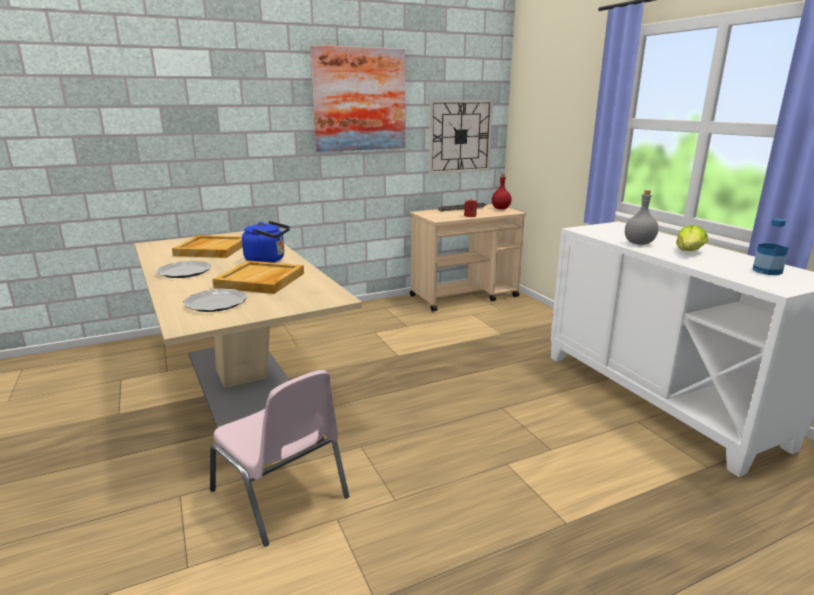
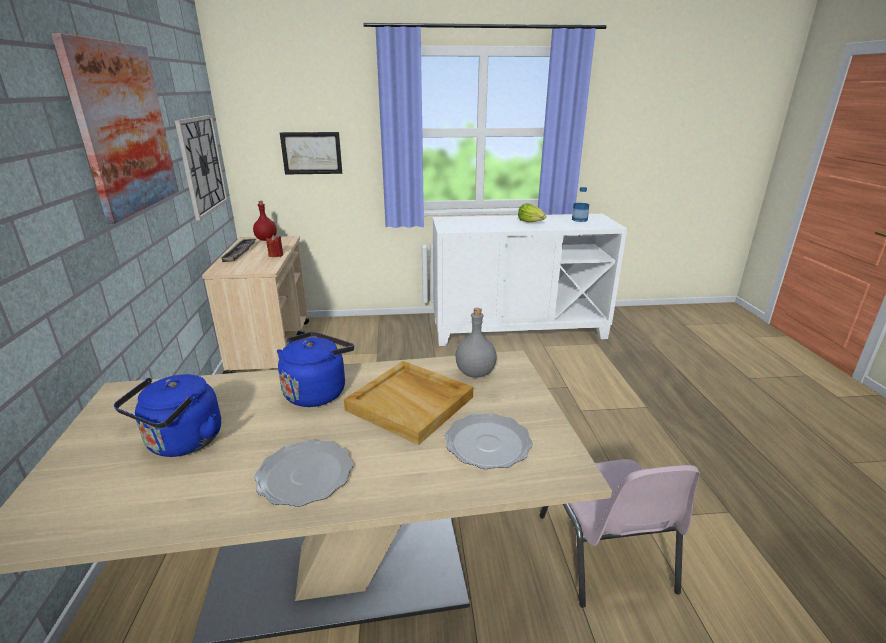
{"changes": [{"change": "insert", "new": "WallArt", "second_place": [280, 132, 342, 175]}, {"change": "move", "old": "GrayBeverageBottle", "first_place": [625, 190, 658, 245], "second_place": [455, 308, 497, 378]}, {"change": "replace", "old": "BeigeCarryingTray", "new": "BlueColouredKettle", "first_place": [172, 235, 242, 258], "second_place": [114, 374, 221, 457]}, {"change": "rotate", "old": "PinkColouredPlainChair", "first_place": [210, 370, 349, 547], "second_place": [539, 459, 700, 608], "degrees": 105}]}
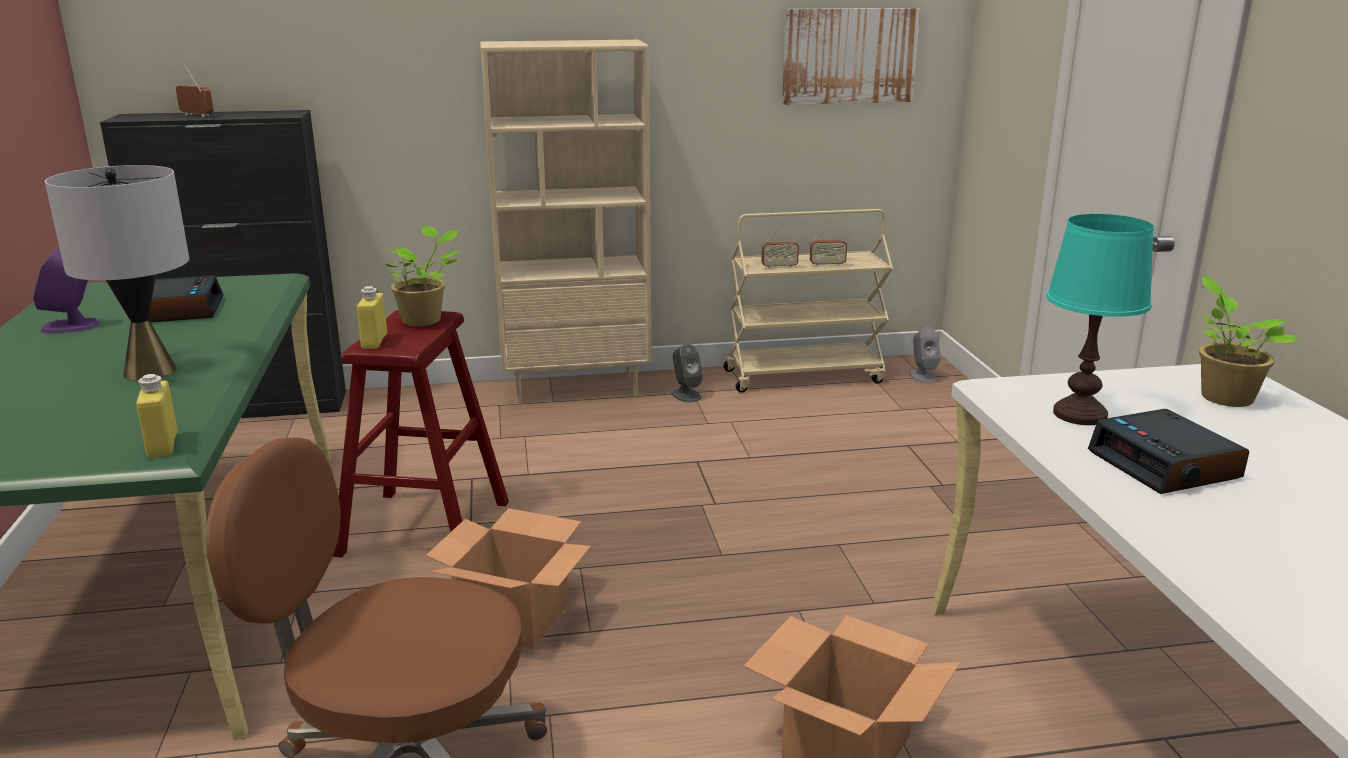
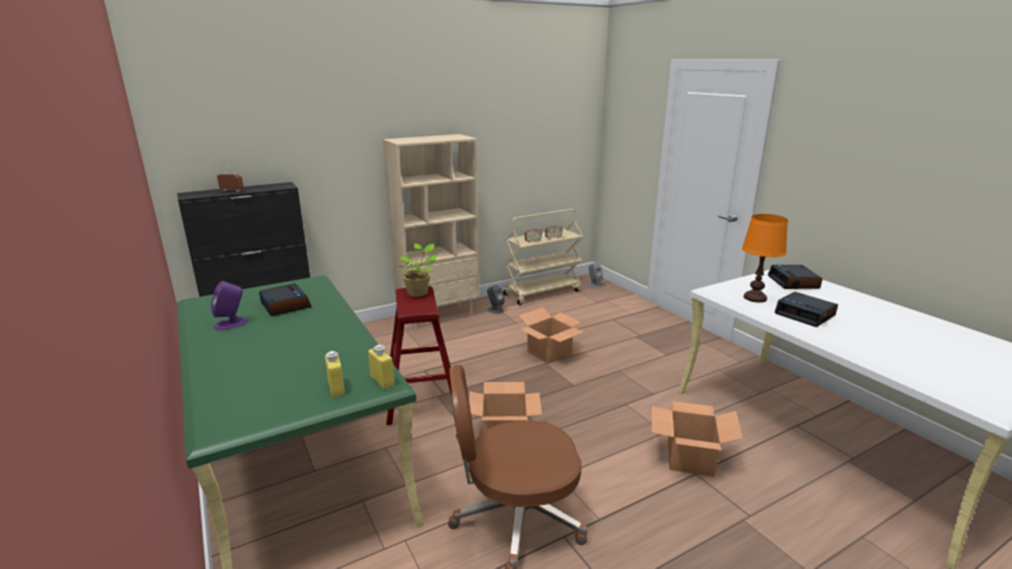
{"changes": [{"change": "delete", "old": "GrayLampForATable", "first_place": [45, 165, 189, 381]}, {"change": "delete", "old": "WallArt", "first_place": [782, 8, 921, 105]}, {"change": "insert", "new": "PackingBox", "second_place": [519, 307, 584, 364]}, {"change": "move", "old": "YellowBeverageBottle", "first_place": [357, 286, 387, 349], "second_place": [325, 351, 345, 397]}, {"change": "replace", "old": "PottedPlant", "new": "AlarmClock", "first_place": [1199, 275, 1299, 407], "second_place": [768, 265, 822, 289]}, {"change": "recolor", "old": "TurquoiseLampForATable", "new": "OrangeColouredLampForATable", "first_place": [1046, 214, 1154, 425], "second_place": [742, 214, 788, 303]}]}
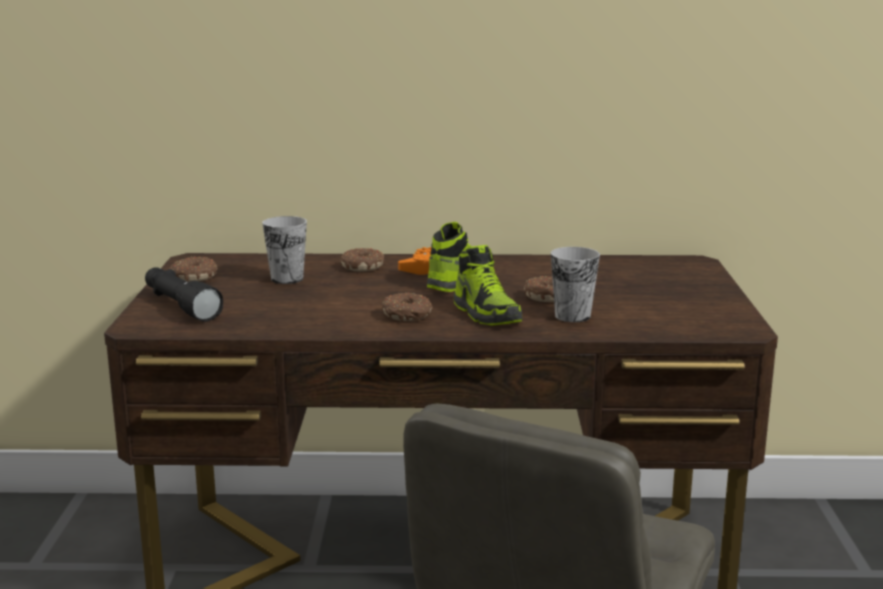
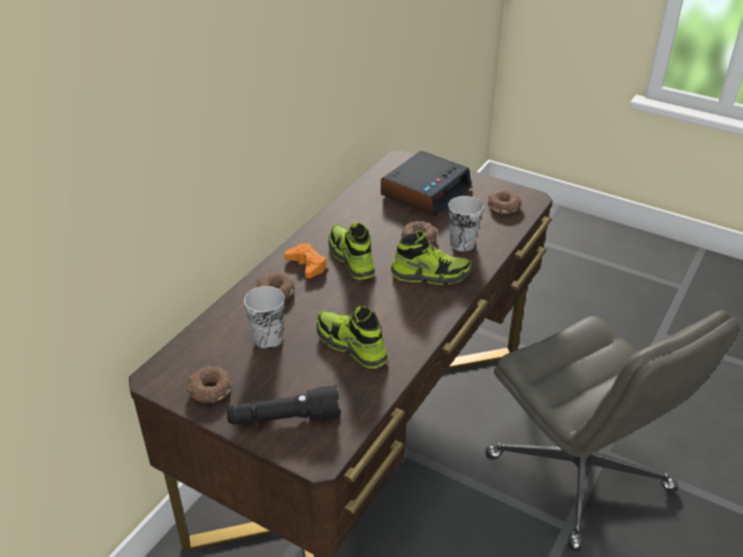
{"changes": [{"change": "insert", "new": "ItemOfFootwear", "second_place": [317, 306, 388, 369]}, {"change": "insert", "new": "AlarmClock", "second_place": [381, 151, 471, 216]}, {"change": "move", "old": "Donut", "first_place": [382, 292, 433, 321], "second_place": [488, 190, 523, 214]}]}
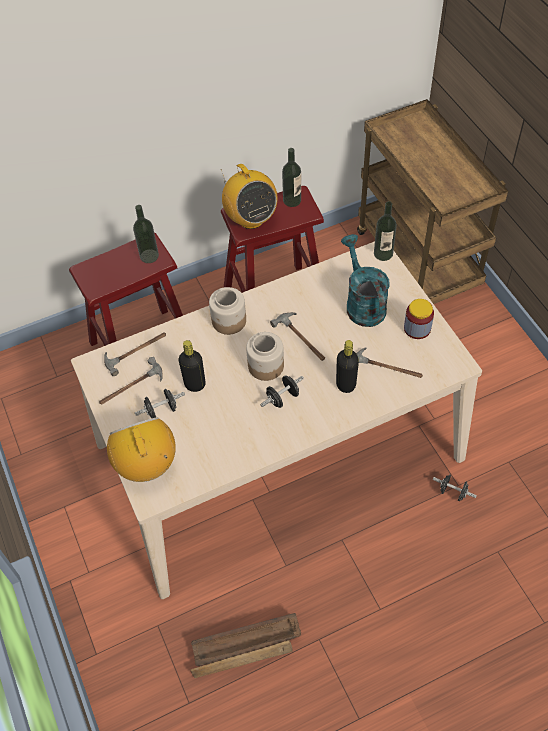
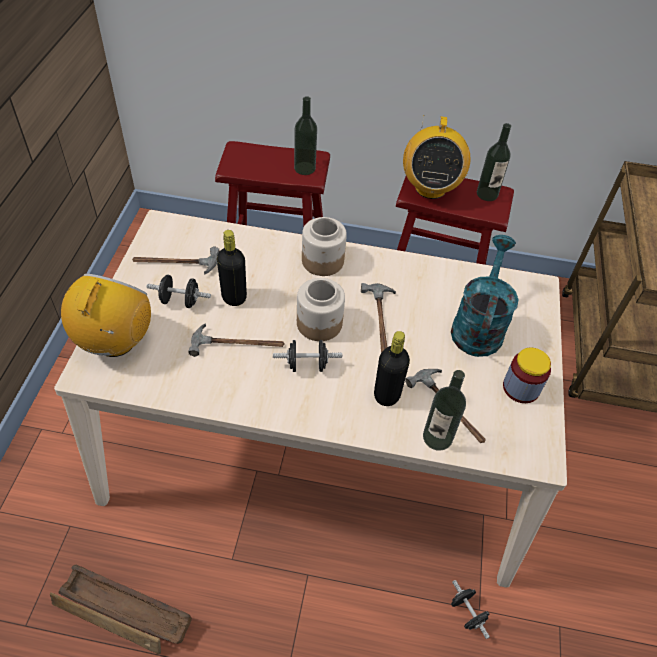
{"changes": [{"change": "move", "old": "ToolHammer", "first_place": [104, 332, 166, 376], "second_place": [188, 324, 285, 357]}, {"change": "move", "old": "BeverageBottle", "first_place": [374, 201, 397, 261], "second_place": [423, 370, 466, 451]}]}
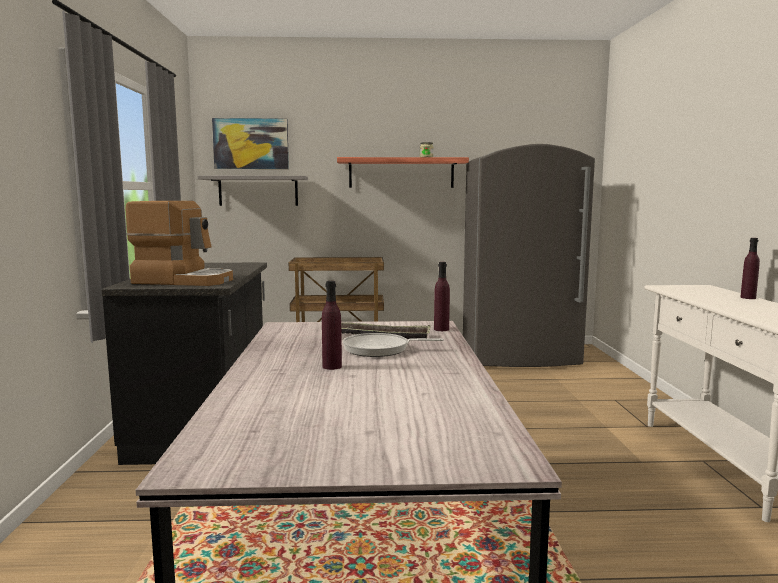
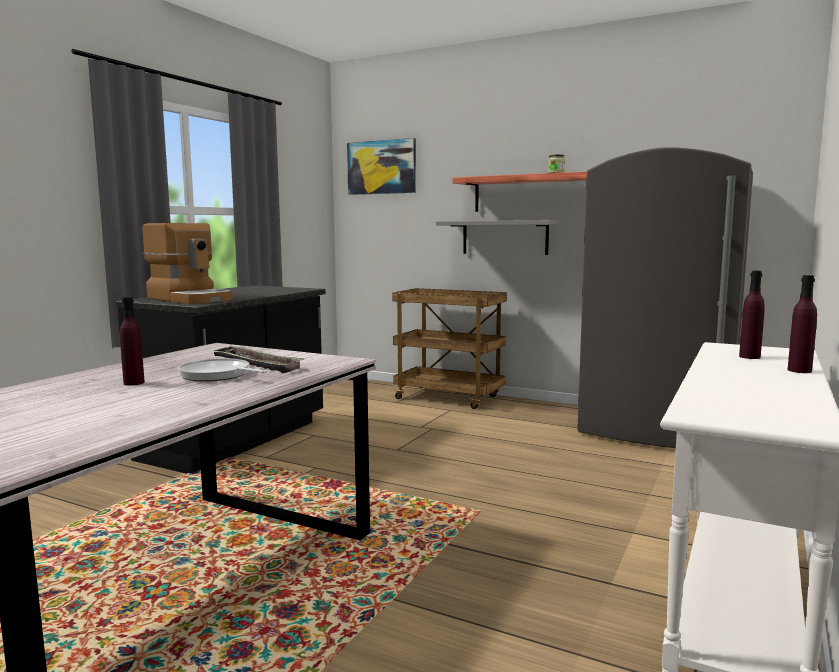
{"changes": [{"change": "move", "old": "GrayShelf", "first_place": [197, 176, 308, 206], "second_place": [436, 220, 562, 255]}, {"change": "move", "old": "PurplishBeverageBottle", "first_place": [434, 262, 450, 331], "second_place": [739, 271, 765, 359]}]}
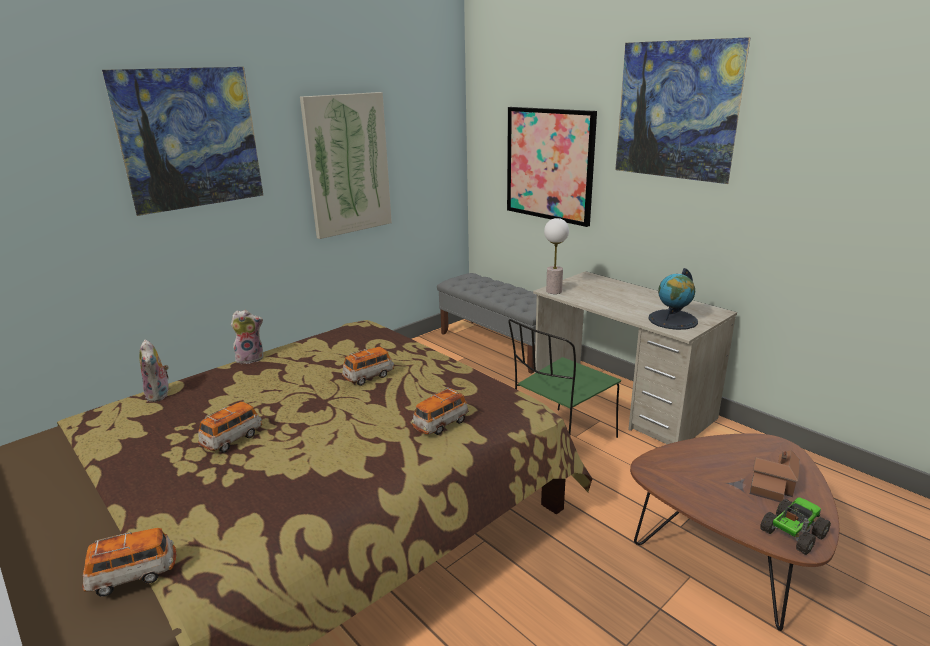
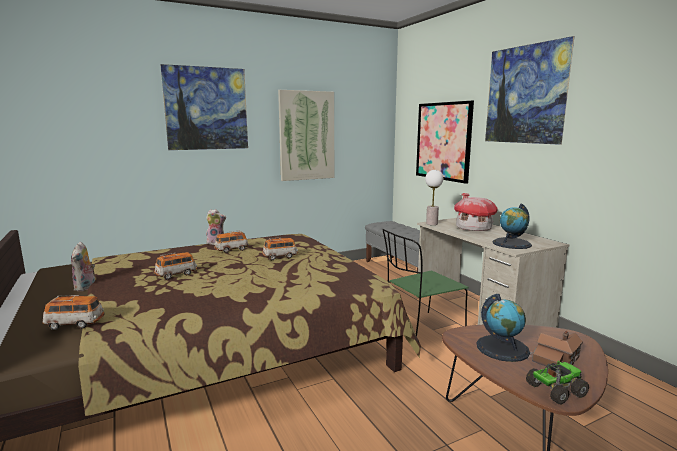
{"changes": [{"change": "insert", "new": "ModelHouse", "second_place": [454, 193, 498, 231]}, {"change": "insert", "new": "DeskGlobe", "second_place": [477, 294, 530, 362]}, {"change": "move", "old": "SoftToy", "first_place": [139, 339, 169, 402], "second_place": [71, 242, 95, 291]}, {"change": "move", "old": "ModelCar", "first_place": [412, 387, 469, 435], "second_place": [214, 230, 249, 253]}]}
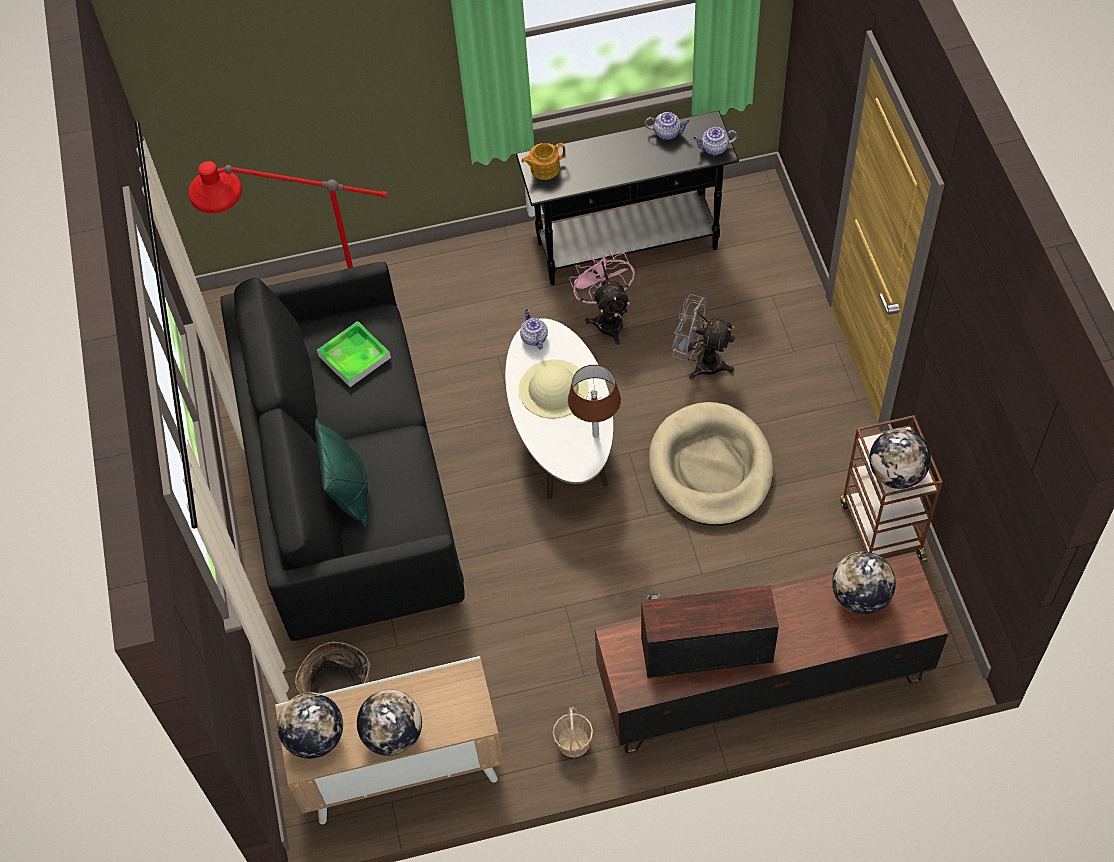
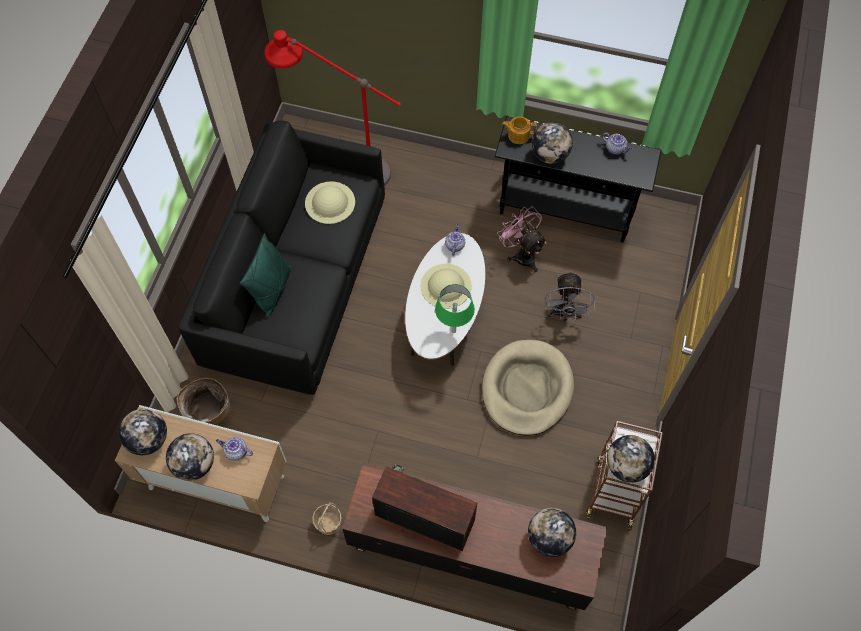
{"changes": [{"change": "insert", "new": "DeskGlobe", "second_place": [532, 122, 573, 164]}, {"change": "move", "old": "Teapot", "first_place": [693, 127, 737, 155], "second_place": [216, 437, 253, 461]}, {"change": "replace", "old": "CarryingTray", "new": "BeigeClothingHat", "first_place": [317, 321, 391, 387], "second_place": [305, 181, 355, 224]}, {"change": "recolor", "old": "BrownishLampForATable", "new": "GreenLampForATable", "first_place": [568, 365, 621, 437], "second_place": [435, 284, 475, 333]}, {"change": "rotate", "old": "PinkColouredElectricFan", "first_place": [569, 250, 635, 345], "second_place": [497, 207, 547, 272], "degrees": -45}, {"change": "rotate", "old": "GrayElectricFan", "first_place": [671, 294, 735, 380], "second_place": [545, 271, 595, 321], "degrees": -135}]}
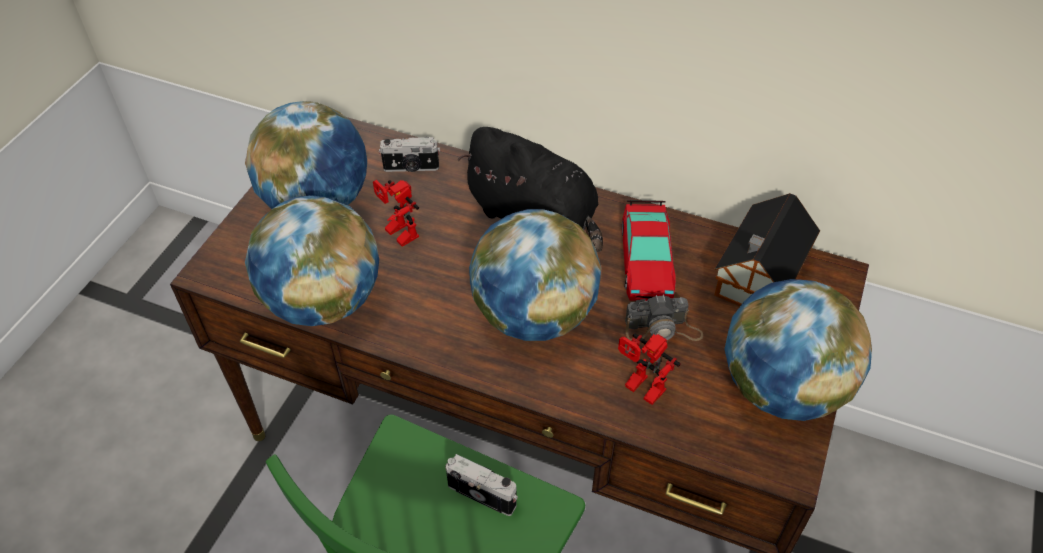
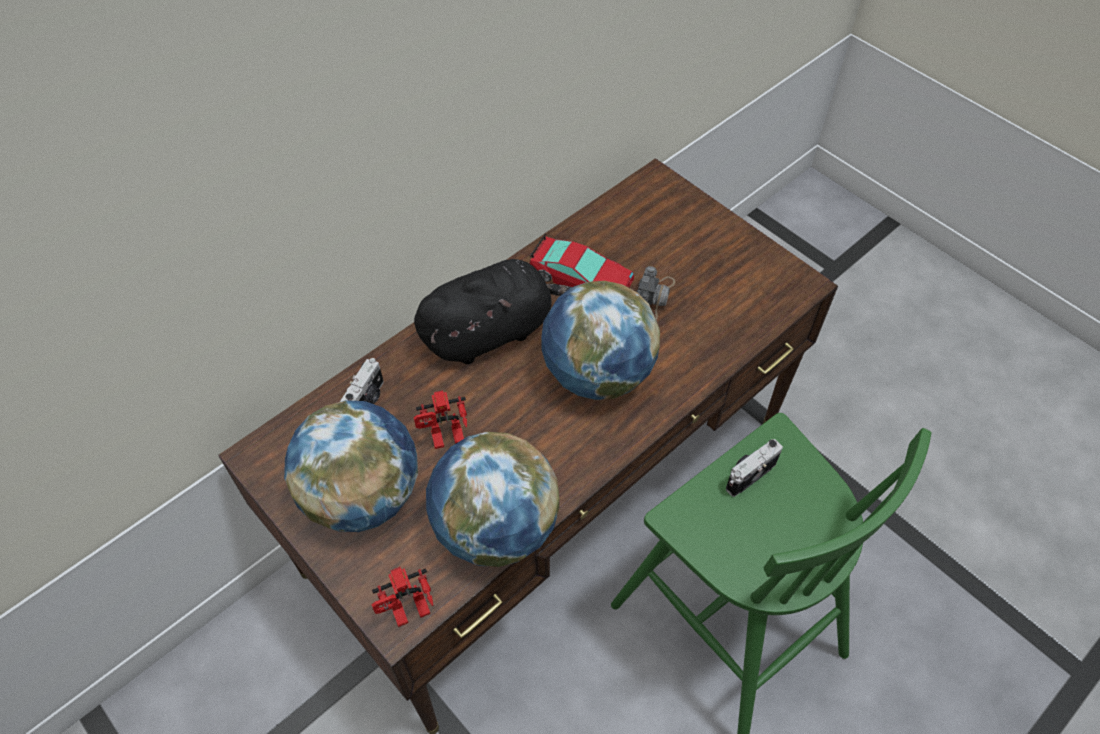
{"changes": [{"change": "delete", "old": "ModelHouse", "first_place": [714, 193, 820, 306]}, {"change": "delete", "old": "DeskGlobe", "first_place": [725, 279, 872, 421]}, {"change": "move", "old": "RobotFigure", "first_place": [618, 333, 681, 405], "second_place": [372, 567, 433, 627]}]}
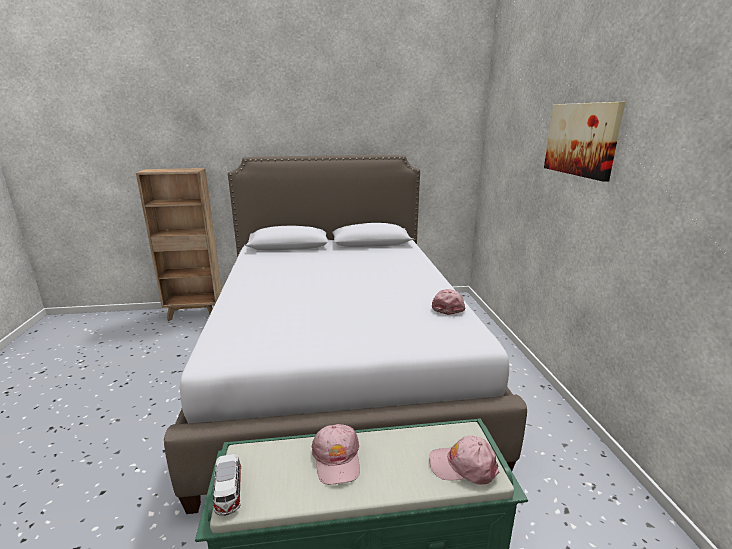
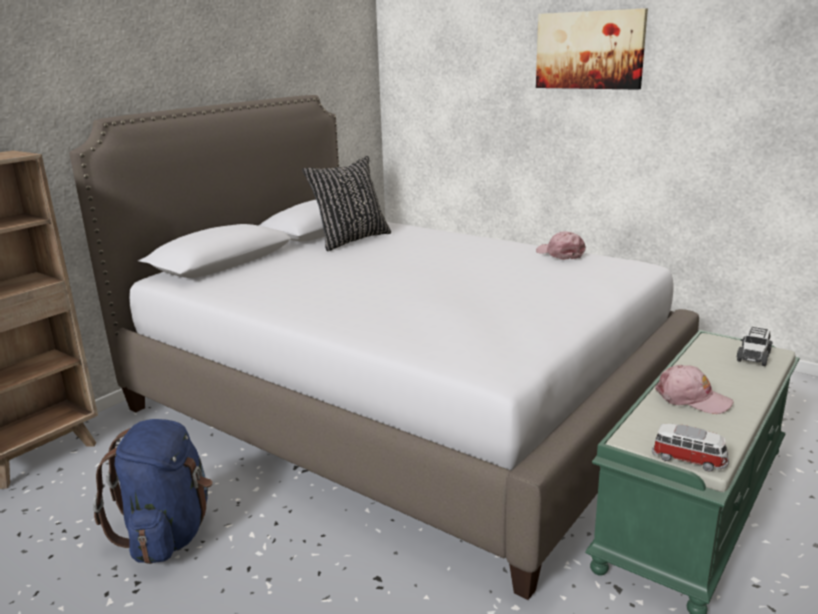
{"changes": [{"change": "insert", "new": "BlueColouredKnapsack", "second_place": [93, 419, 212, 564]}, {"change": "insert", "new": "BlackColouredPillow", "second_place": [302, 156, 391, 251]}, {"change": "replace", "old": "PinkColouredCap", "new": "ModelCar", "first_place": [429, 436, 499, 485], "second_place": [737, 326, 773, 366]}]}
